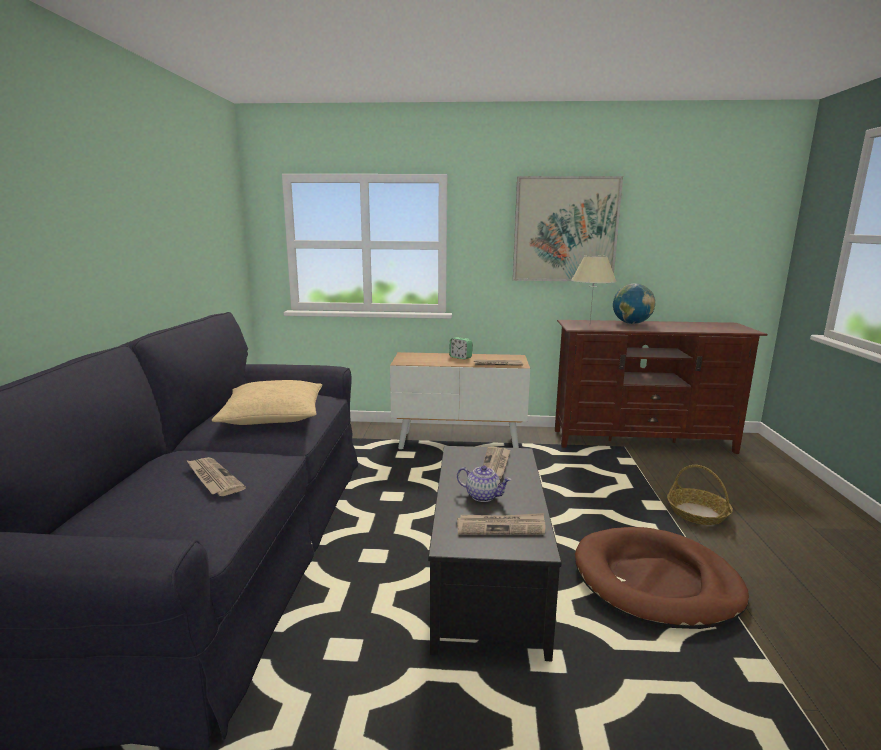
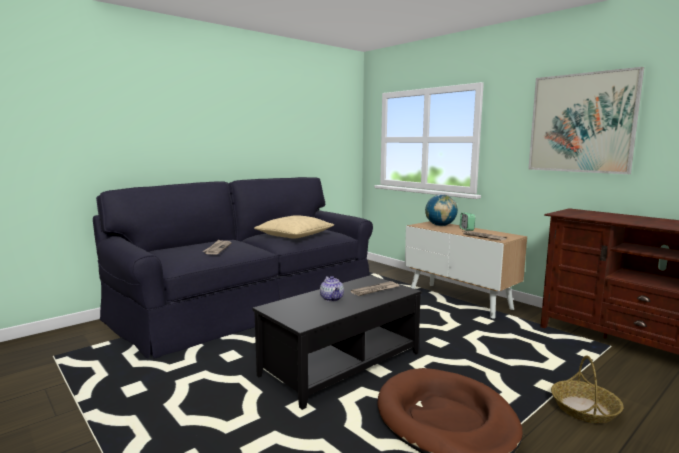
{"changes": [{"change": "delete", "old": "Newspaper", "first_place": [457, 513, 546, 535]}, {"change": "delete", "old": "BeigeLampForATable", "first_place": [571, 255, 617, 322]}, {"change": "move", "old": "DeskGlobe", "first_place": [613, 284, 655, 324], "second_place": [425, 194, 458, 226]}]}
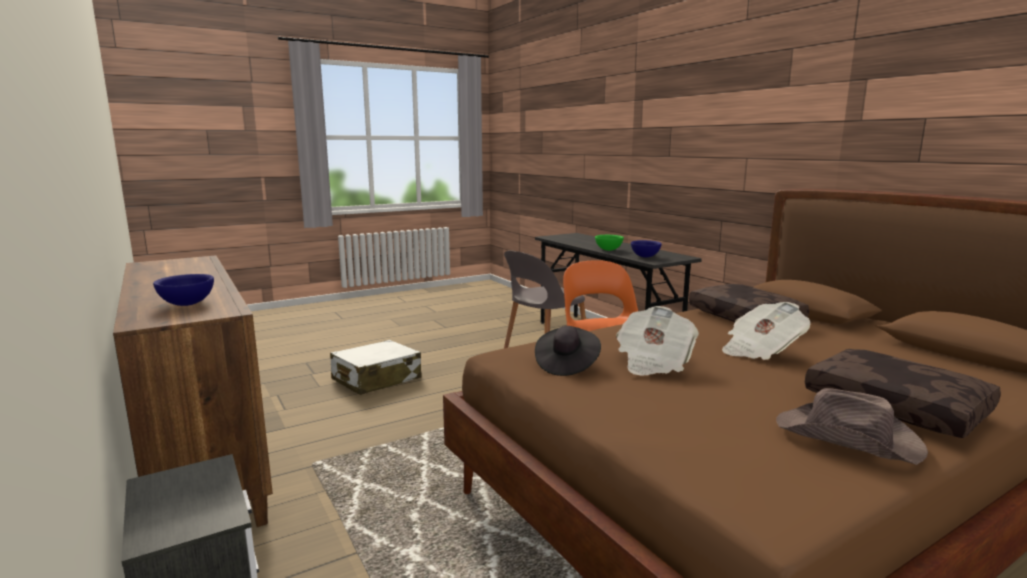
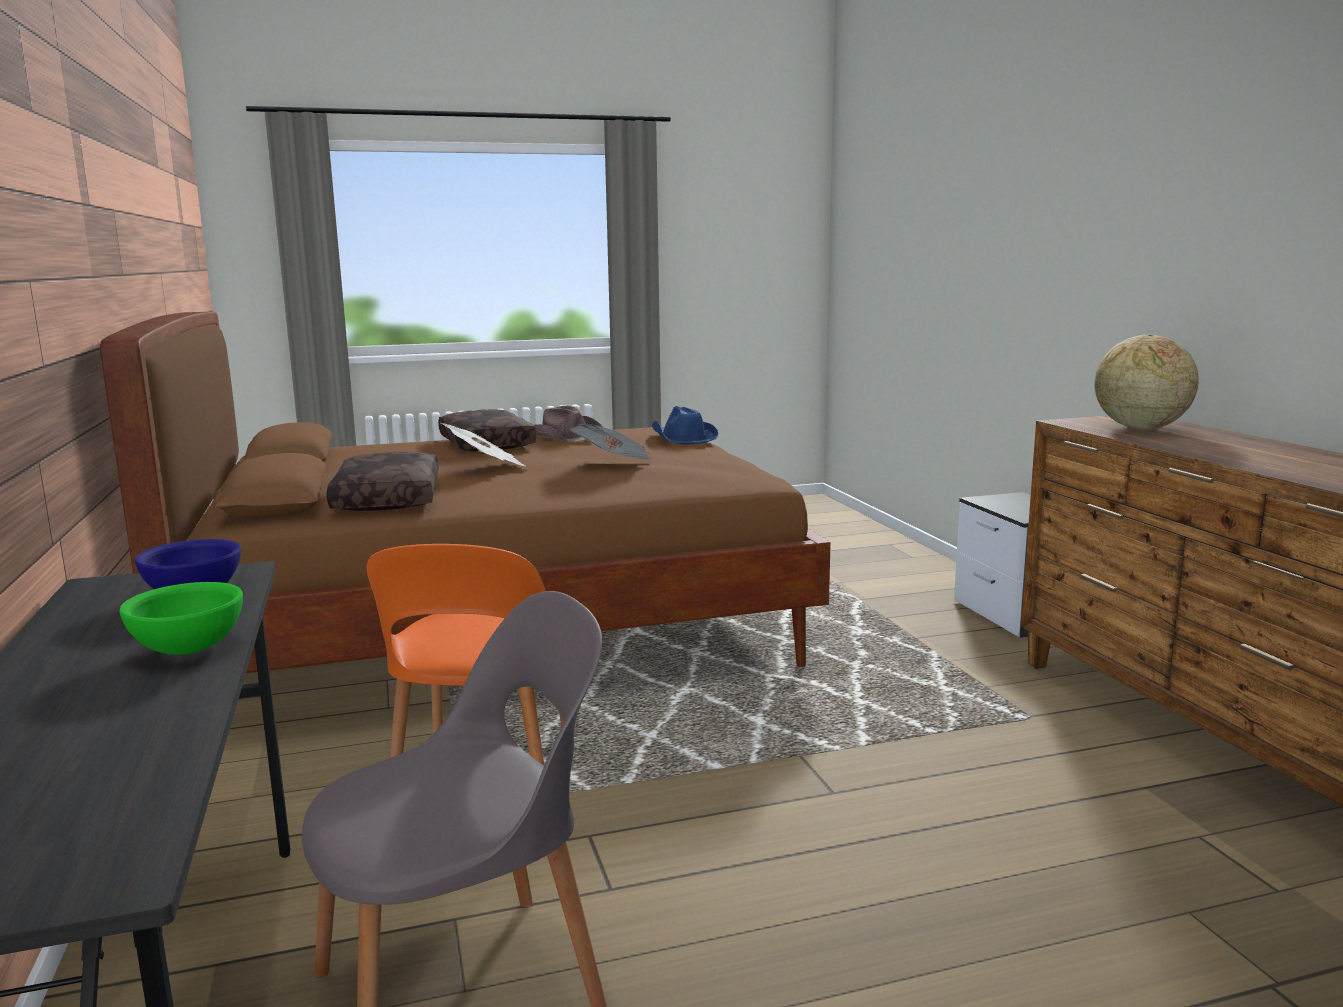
{"changes": [{"change": "delete", "old": "WhitishPieceOfLuggage", "first_place": [330, 340, 422, 395]}, {"change": "delete", "old": "BlackColouredClothingHat", "first_place": [535, 326, 601, 376]}, {"change": "insert", "new": "BlueColouredClothingHat", "second_place": [652, 406, 719, 444]}, {"change": "replace", "old": "BlueColouredDeepDish", "new": "DeskGlobe", "first_place": [153, 274, 214, 306], "second_place": [1095, 335, 1199, 430]}]}
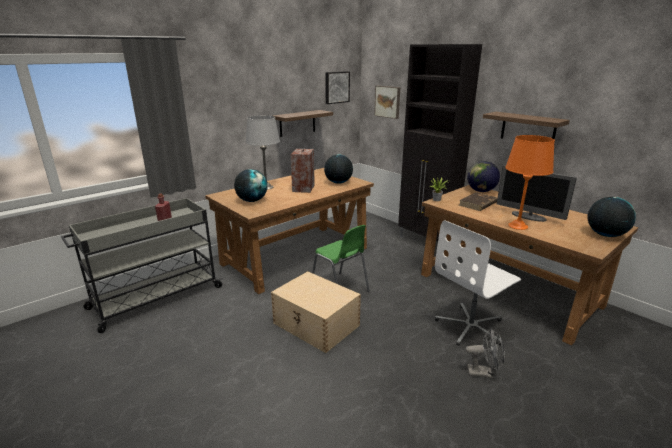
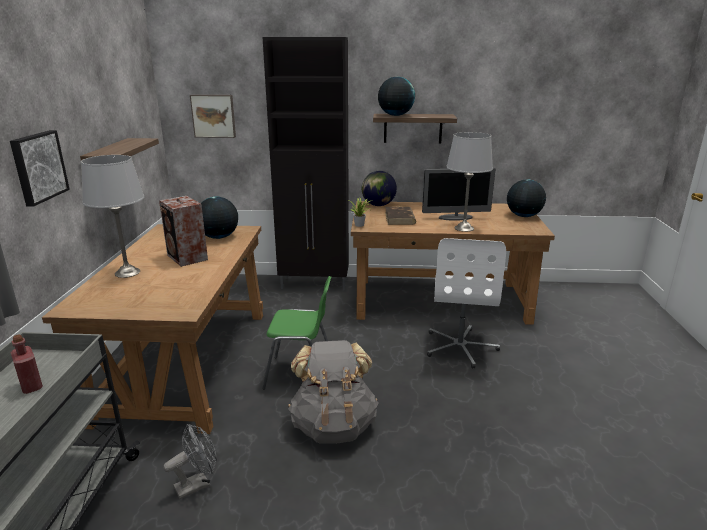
{"changes": [{"change": "move", "old": "DeskGlobe", "first_place": [234, 169, 268, 202], "second_place": [378, 77, 415, 116]}, {"change": "move", "old": "WallArt", "first_place": [325, 71, 350, 104], "second_place": [10, 130, 70, 207]}, {"change": "move", "old": "GrayElectricFan", "first_place": [466, 328, 505, 379], "second_place": [163, 424, 217, 499]}, {"change": "replace", "old": "BeigeStorageContainer", "new": "GrayKnapsack", "first_place": [271, 271, 361, 353], "second_place": [288, 340, 378, 444]}, {"change": "recolor", "old": "OrangeColouredLampForATable", "new": "GrayLampForATable", "first_place": [505, 135, 555, 230], "second_place": [446, 132, 493, 232]}]}
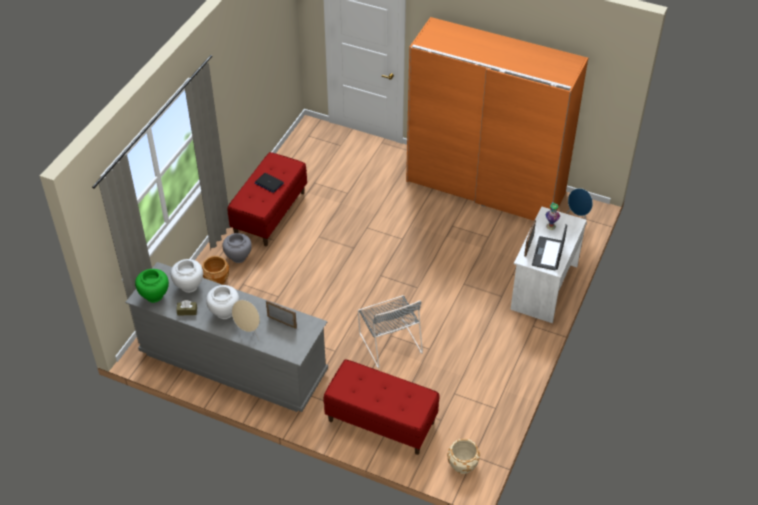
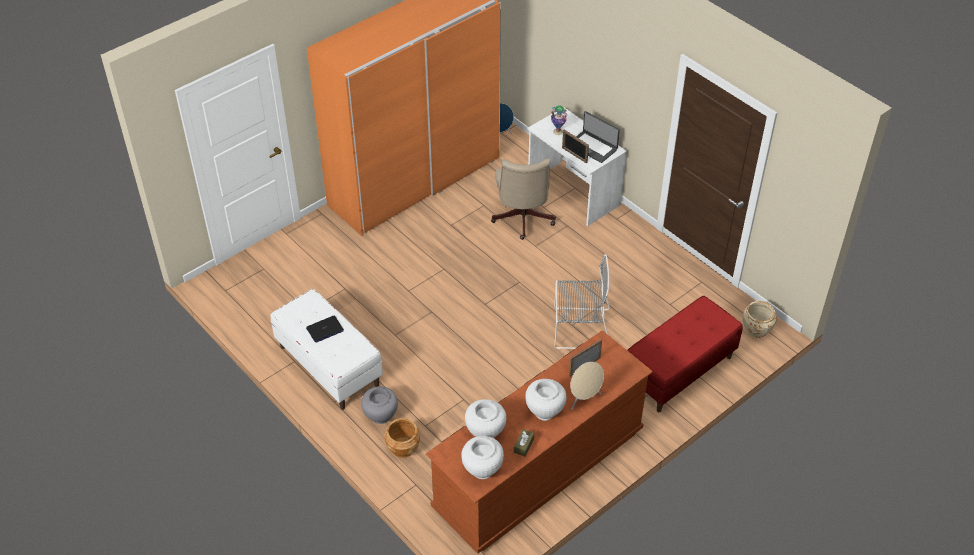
{"changes": [{"change": "insert", "new": "BeigeDeskChair", "second_place": [491, 158, 556, 240]}, {"change": "recolor", "old": "GrayDresser", "new": "BrownishDresser", "first_place": [125, 262, 328, 412], "second_place": [426, 330, 653, 553]}, {"change": "recolor", "old": "GreenVase", "new": "WhitishVase", "first_place": [135, 269, 169, 303], "second_place": [461, 436, 504, 479]}, {"change": "recolor", "old": "RedLongSeat", "new": "WhitishLongSeat", "first_place": [228, 152, 307, 246], "second_place": [271, 289, 383, 410]}]}
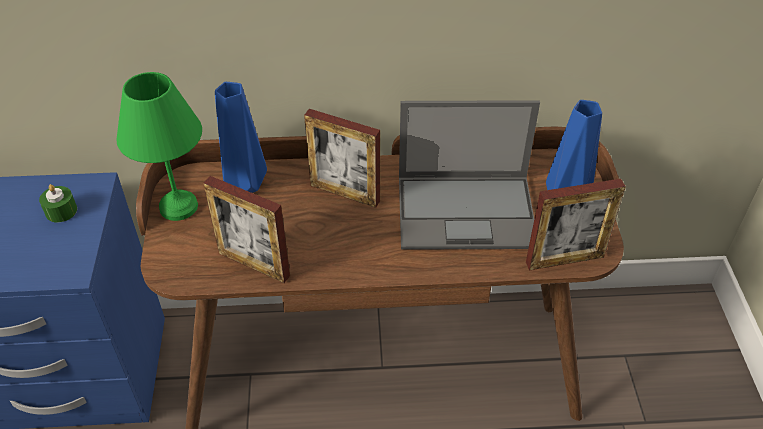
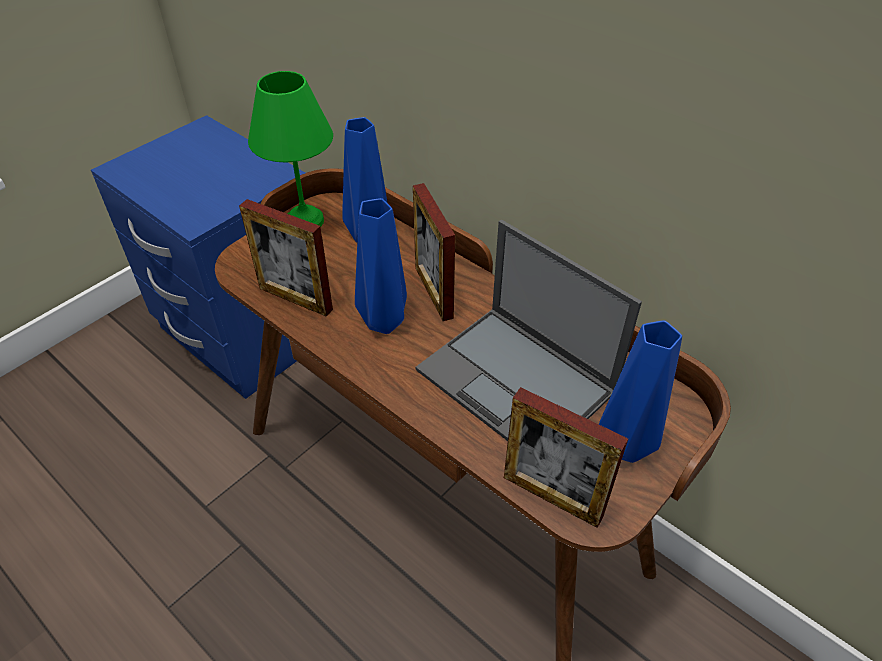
{"changes": [{"change": "delete", "old": "GreenCandle", "first_place": [39, 184, 77, 223]}, {"change": "insert", "new": "BlueColouredVase", "second_place": [355, 198, 407, 334]}, {"change": "rotate", "old": "PhotoFrame", "first_place": [203, 176, 290, 283], "second_place": [239, 199, 333, 317], "degrees": -45}]}
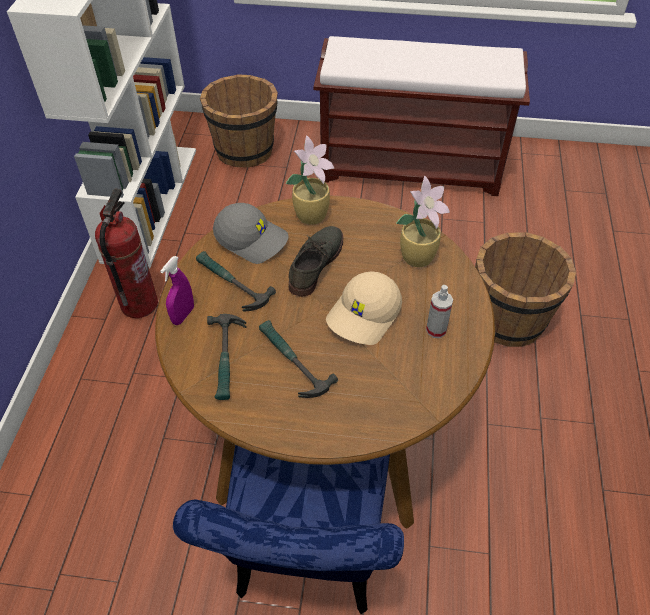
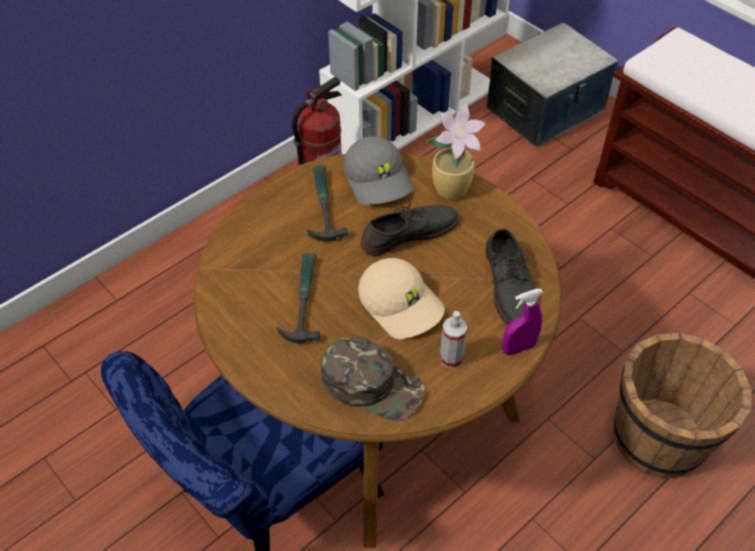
{"changes": [{"change": "delete", "old": "ToolHammer", "first_place": [207, 314, 246, 400]}, {"change": "insert", "new": "GreenCap", "second_place": [321, 336, 425, 421]}, {"change": "move", "old": "PurplishSprayBottle", "first_place": [160, 256, 194, 325], "second_place": [502, 289, 543, 355]}, {"change": "replace", "old": "BrownishBucket", "new": "StorageContainer", "first_place": [200, 74, 278, 168], "second_place": [487, 23, 618, 148]}, {"change": "replace", "old": "PottedPlant", "new": "GrayItemOfFootwear", "first_place": [396, 176, 450, 267], "second_place": [485, 228, 535, 325]}, {"change": "rotate", "old": "BeigeCap", "first_place": [326, 271, 402, 345], "second_place": [358, 258, 445, 339], "degrees": -120}]}
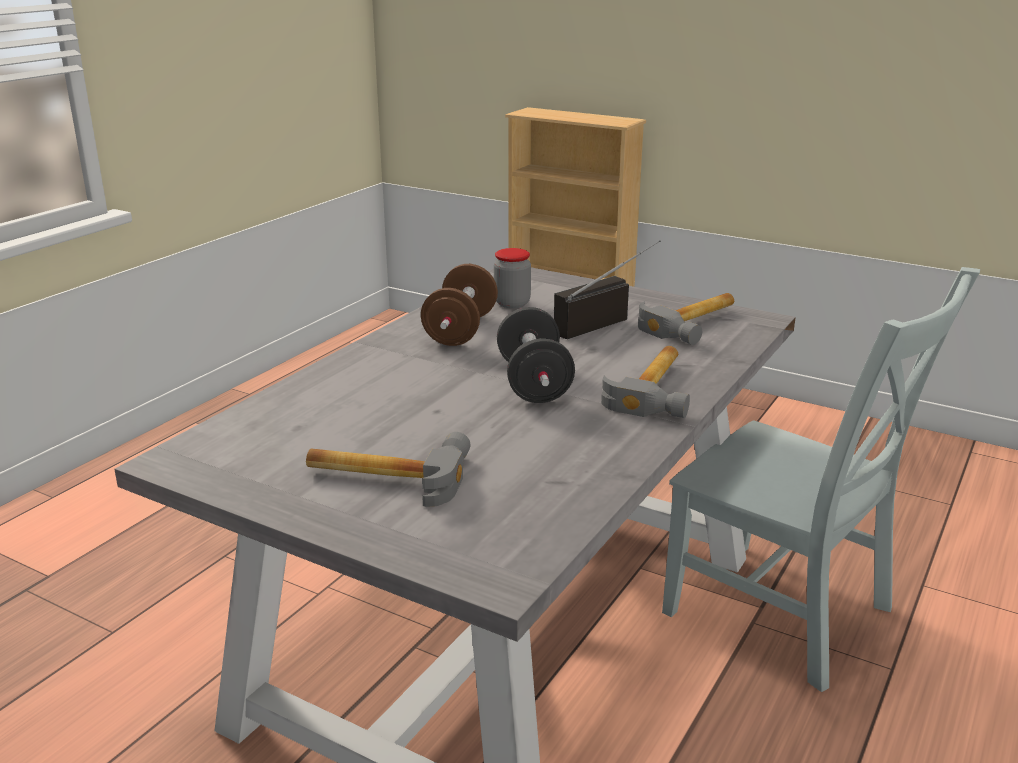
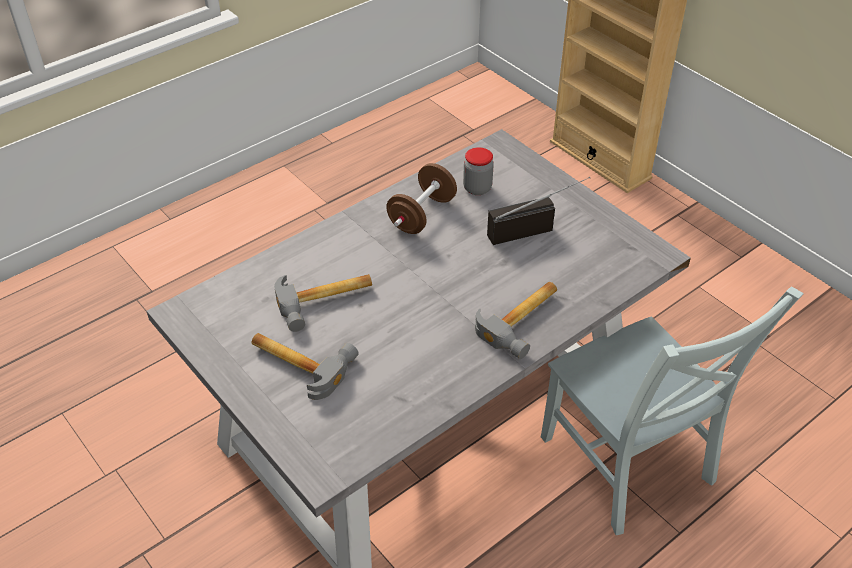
{"changes": [{"change": "delete", "old": "BlackColouredDumbbell", "first_place": [497, 307, 575, 403]}, {"change": "move", "old": "ToolHammer", "first_place": [638, 293, 734, 345], "second_place": [274, 274, 372, 332]}]}
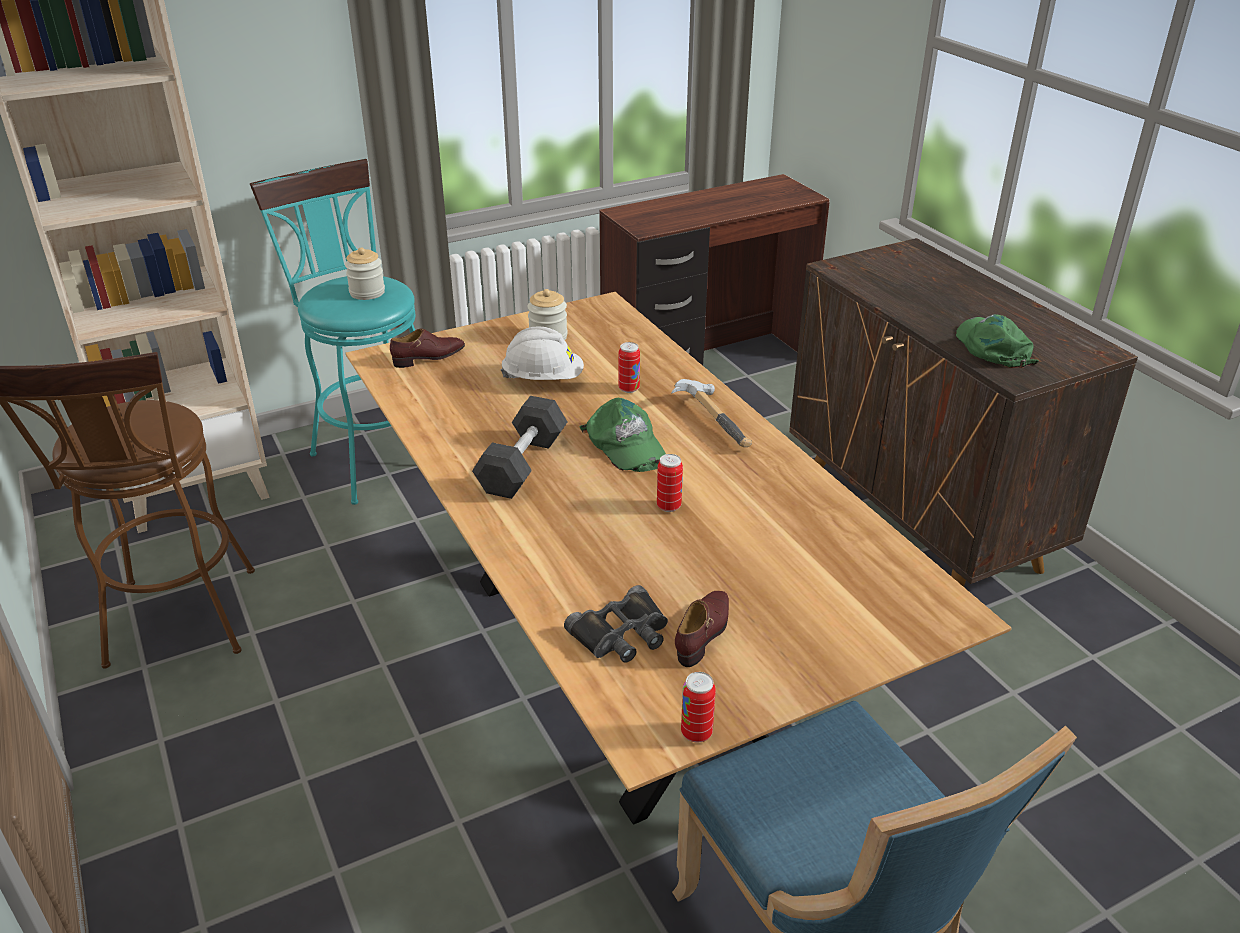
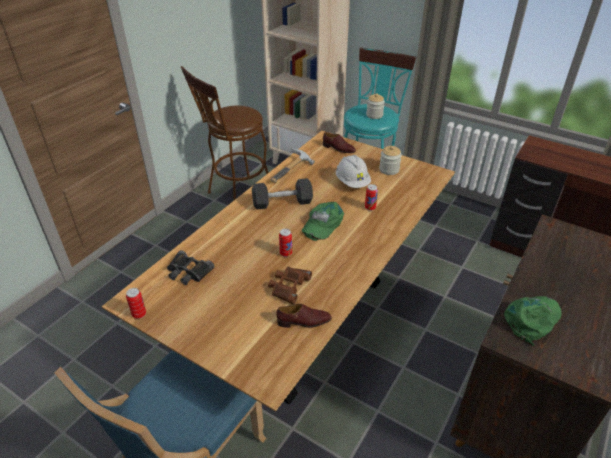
{"changes": [{"change": "insert", "new": "BrownishFieldGlasses", "second_place": [268, 267, 312, 305]}, {"change": "move", "old": "ToolHammer", "first_place": [671, 379, 752, 447], "second_place": [271, 148, 315, 183]}, {"change": "move", "old": "BrownishItemOfFootwear", "first_place": [675, 591, 729, 667], "second_place": [276, 304, 332, 328]}]}
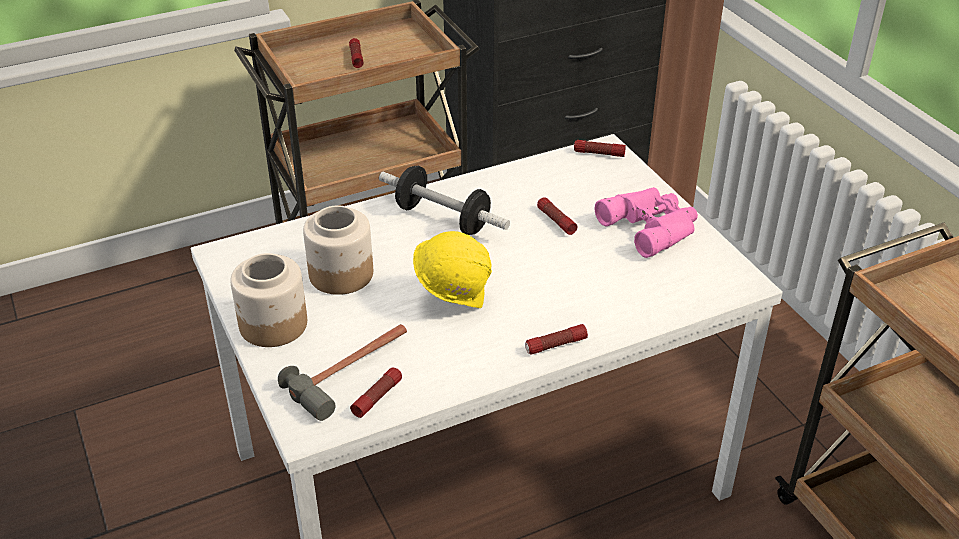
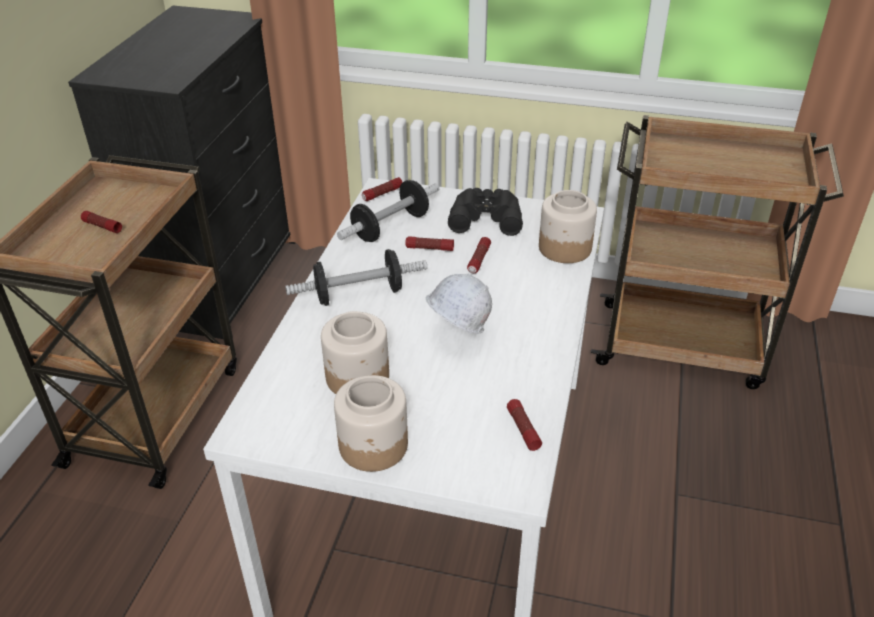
{"changes": [{"change": "delete", "old": "ToolHammer", "first_place": [278, 324, 407, 421]}, {"change": "insert", "new": "Dumbbell", "second_place": [337, 180, 439, 242]}, {"change": "insert", "new": "Jar", "second_place": [539, 190, 597, 263]}, {"change": "move", "old": "HandTorch", "first_place": [525, 324, 588, 355], "second_place": [467, 237, 491, 273]}, {"change": "recolor", "old": "YellowSafetyHelmet", "new": "WhitishSafetyHelmet", "first_place": [413, 231, 492, 309], "second_place": [426, 274, 492, 334]}, {"change": "recolor", "old": "PinkColouredFieldGlasses", "new": "BlackColouredFieldGlasses", "first_place": [595, 187, 698, 258], "second_place": [448, 188, 523, 236]}]}
